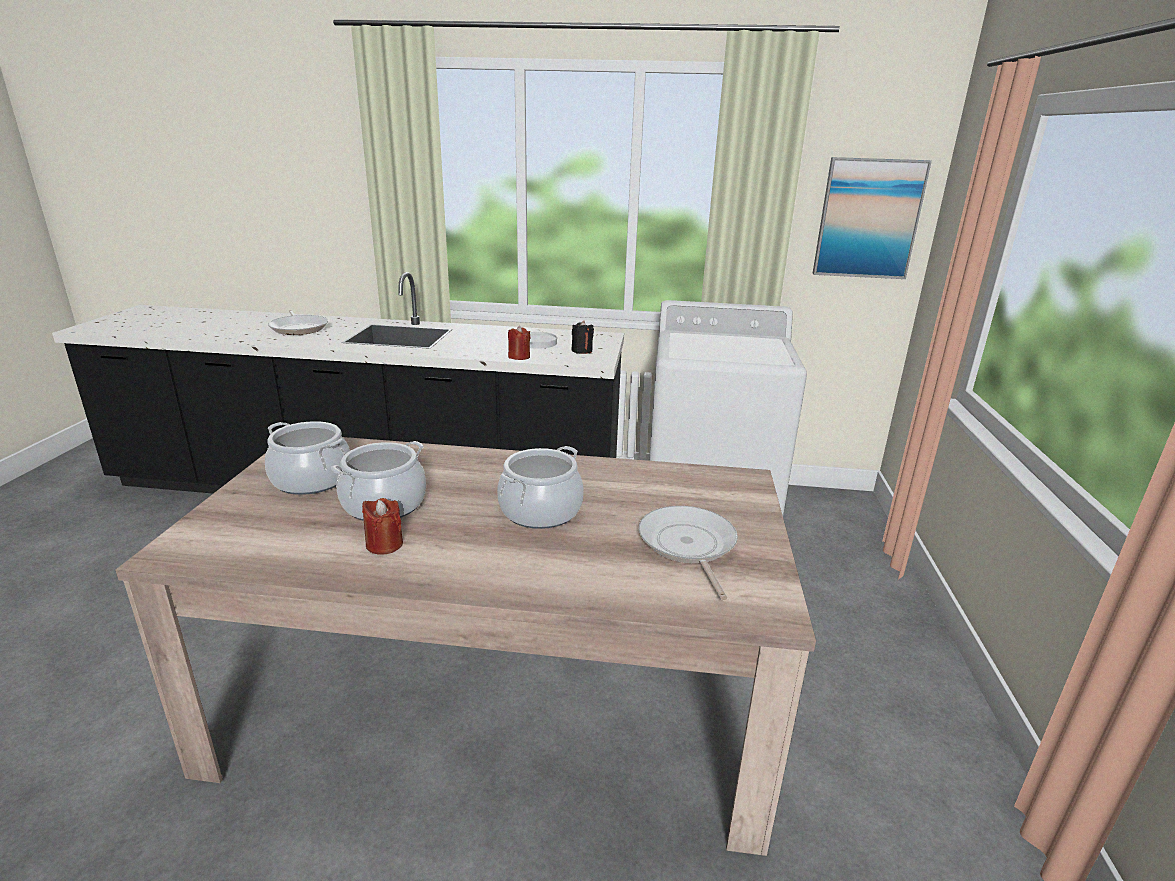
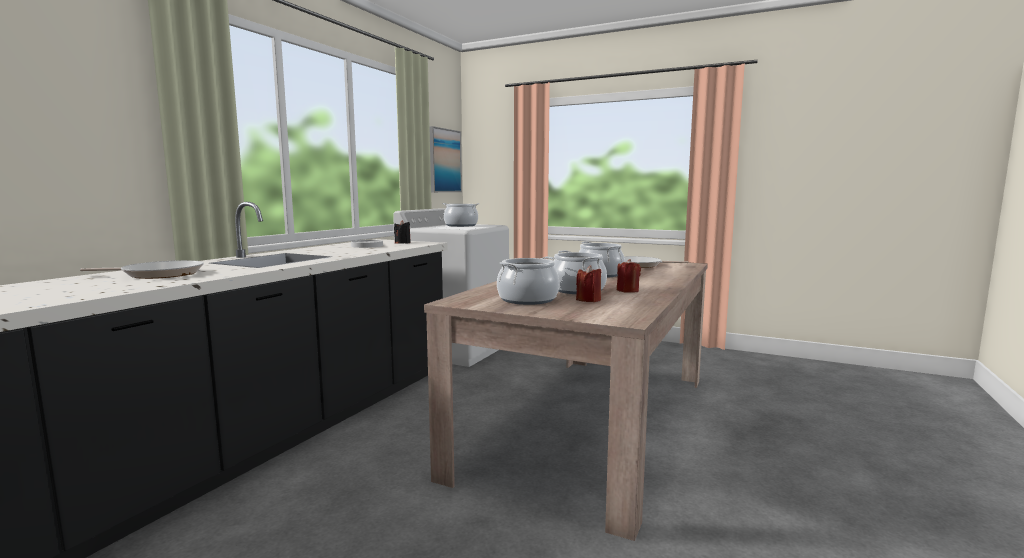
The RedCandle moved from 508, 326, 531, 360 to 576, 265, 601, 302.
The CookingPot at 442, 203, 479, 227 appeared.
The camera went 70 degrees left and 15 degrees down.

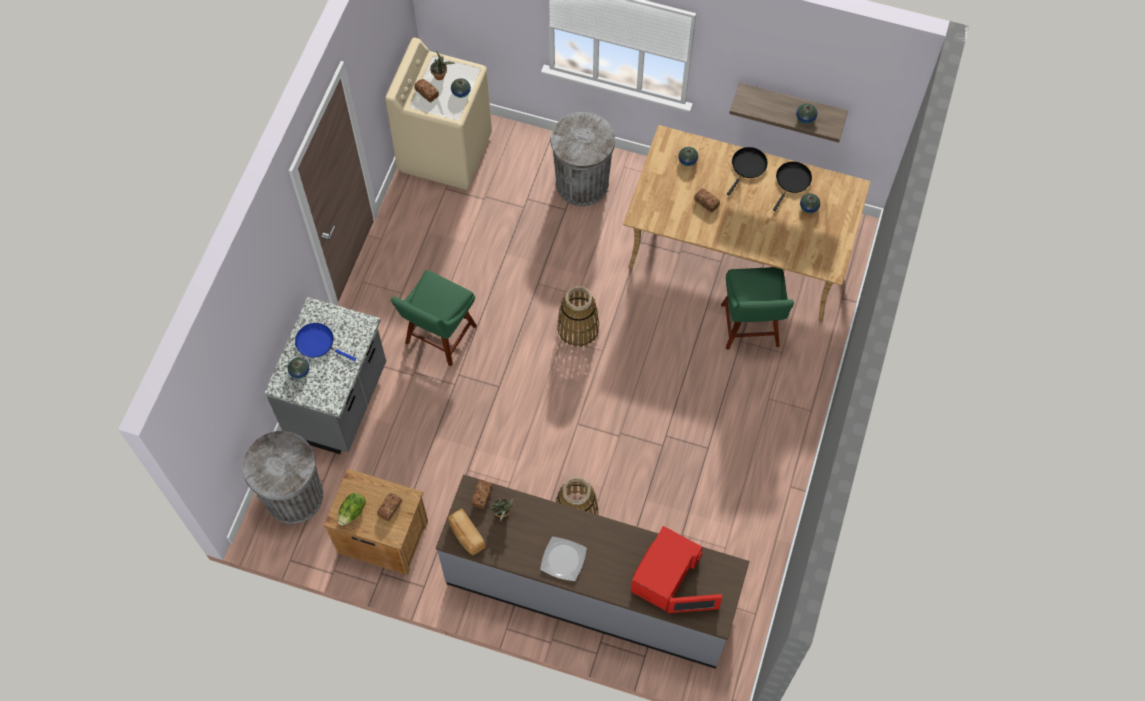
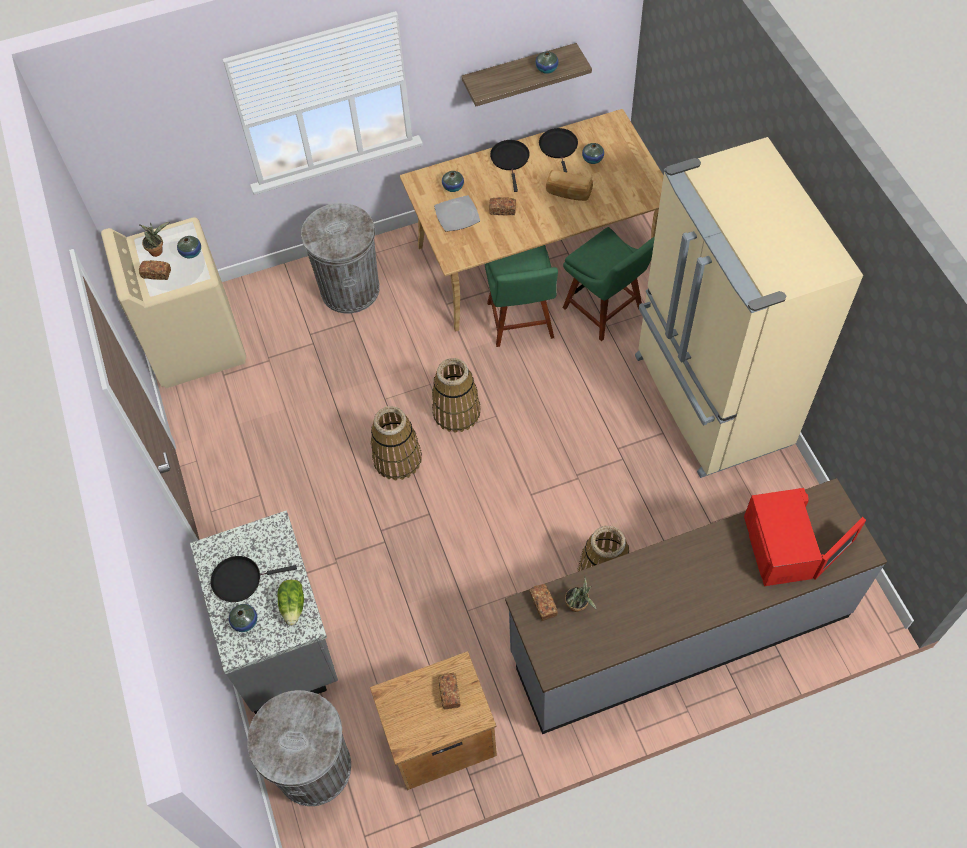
The BlueFryingPan at 295, 323, 356, 361 became the BlackFryingPan at 211, 556, 297, 602.
The Lettuce moved from 338, 493, 366, 526 to 277, 580, 304, 626.
The GreenChair moved from 391, 270, 477, 366 to 485, 245, 558, 347.
The Bread moved from 448, 509, 486, 555 to 546, 170, 593, 201.
The Plate moved from 540, 536, 587, 581 to 434, 195, 480, 232.
The Basket at 371, 406, 422, 480 appeared.
The BeigeFridge at 635, 137, 863, 478 appeared.
The camera went 35 degrees left and 5 degrees down.

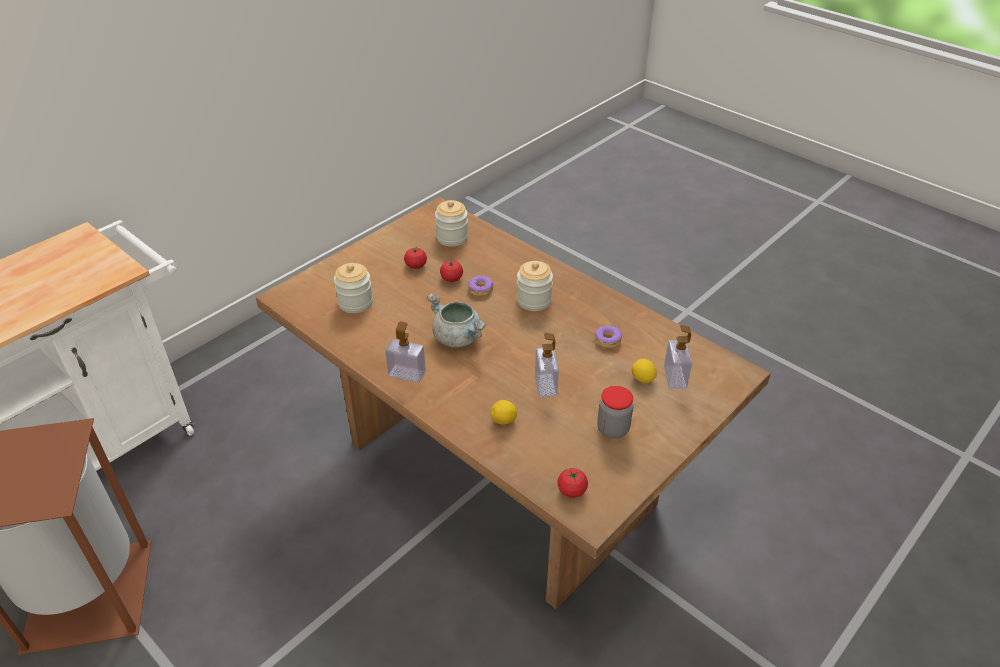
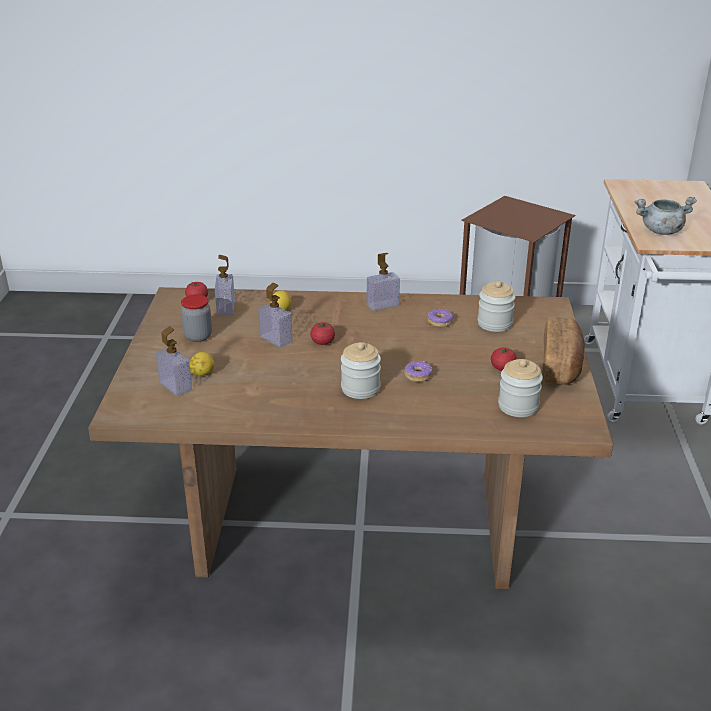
The GreyCookingPot moved from 427, 294, 487, 348 to 635, 197, 697, 235.
The Tomato moved from 440, 260, 463, 282 to 310, 322, 335, 345.
The Donut moved from 595, 325, 622, 348 to 428, 309, 453, 327.
The SoapDispenser at 215, 255, 235, 316 appeared.
The Bread at 542, 317, 585, 385 appeared.
The camera went 140 degrees right and 10 degrees down.

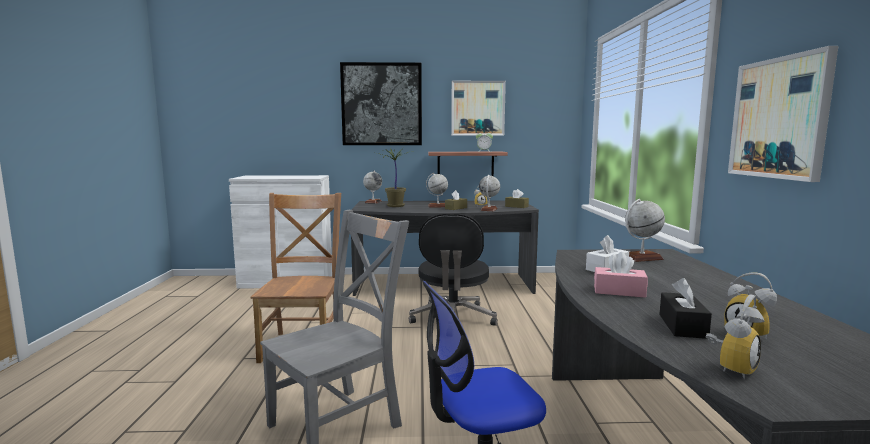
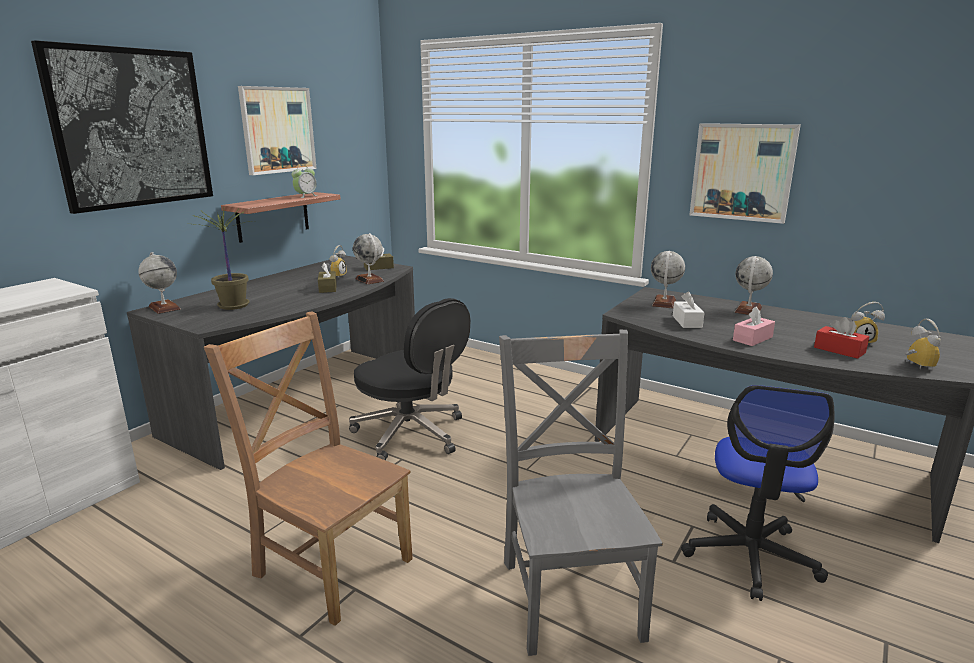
The Globe moved from 426, 173, 448, 208 to 734, 256, 773, 315.
The BlackTissueBox at 659, 278, 712, 339 became the RedTissueBox at 814, 317, 870, 359.
The camera went 55 degrees left and 10 degrees up.

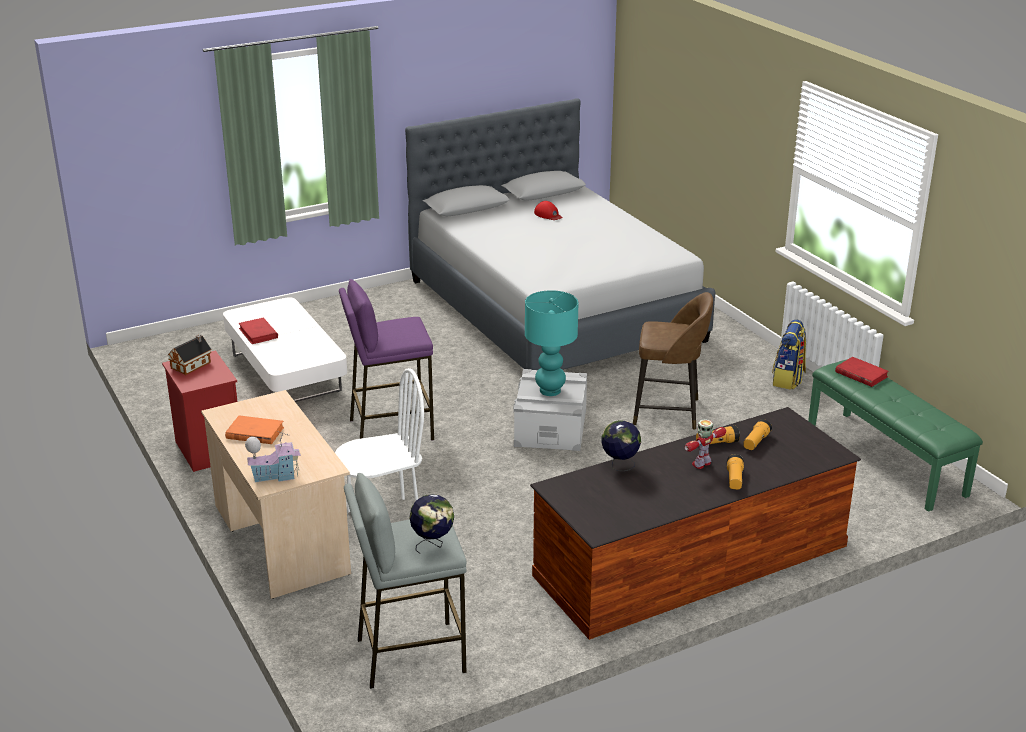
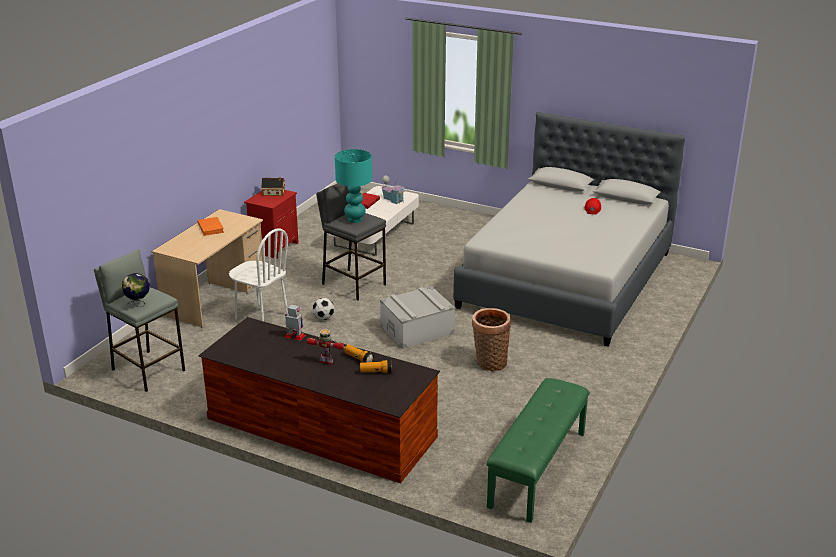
The ToyHouse moved from 245, 431, 301, 482 to 381, 175, 405, 204.
The PurpleStool at 339, 279, 434, 441 became the GreyStool at 316, 183, 386, 301.
The TurquoiseTableLamp moved from 525, 290, 578, 396 to 335, 149, 372, 223.
The Globe at 601, 420, 641, 471 was replaced by the ToyRobot at 285, 304, 305, 341.
The BrownStool at 633, 292, 713, 430 was replaced by the Basket at 472, 308, 511, 371.
The Flashlight at 727, 454, 744, 490 disappeared.
The Backpack at 772, 319, 806, 390 disappeared.
The RedBook at 835, 357, 889, 387 disappeared.
The Football at 312, 298, 335, 320 appeared.
The camera went 55 degrees right and 0 degrees up.

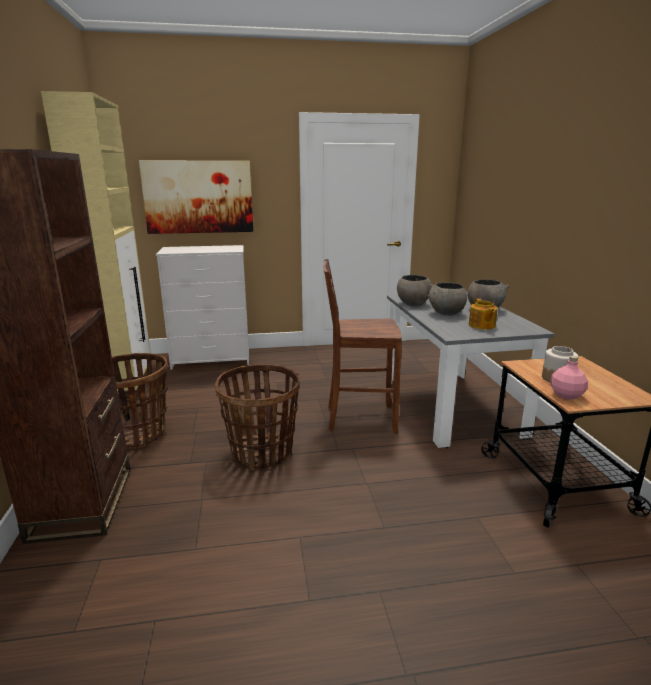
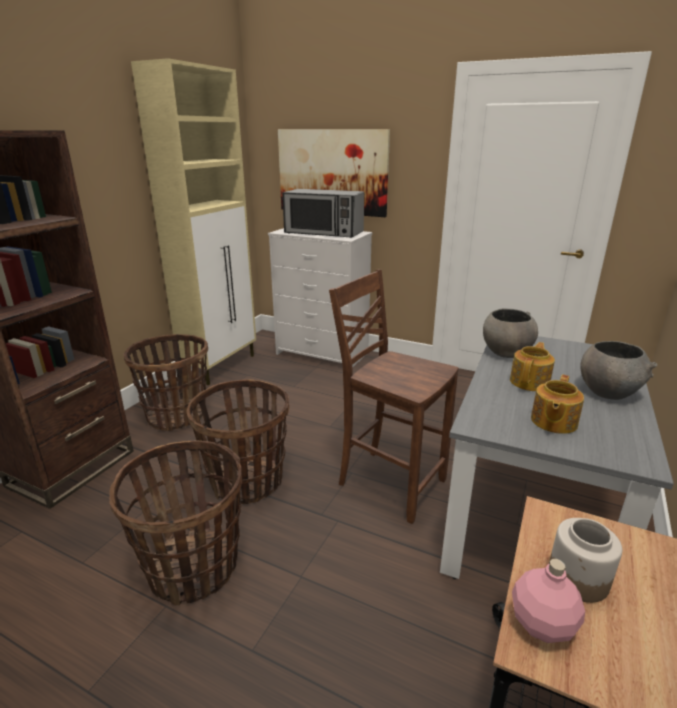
The GreyBowl at 427, 282, 467, 316 was replaced by the Teapot at 510, 342, 555, 391.
The Basket at 109, 441, 242, 606 appeared.
The Microwave at 282, 189, 364, 238 appeared.
The camera went 35 degrees right and 5 degrees up.

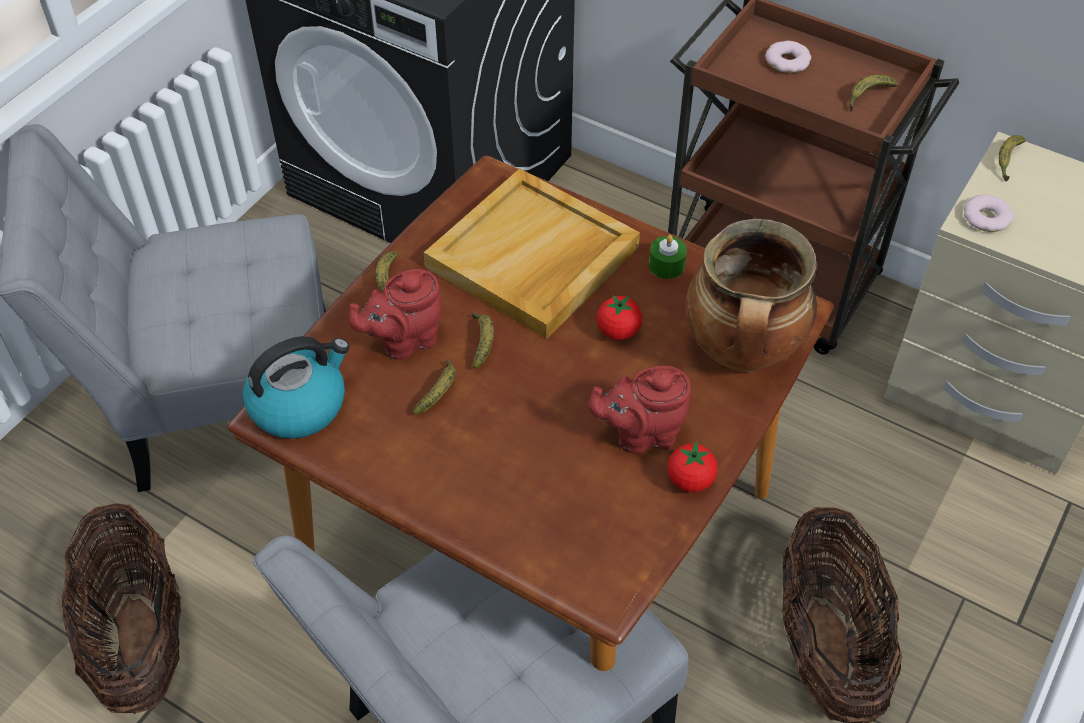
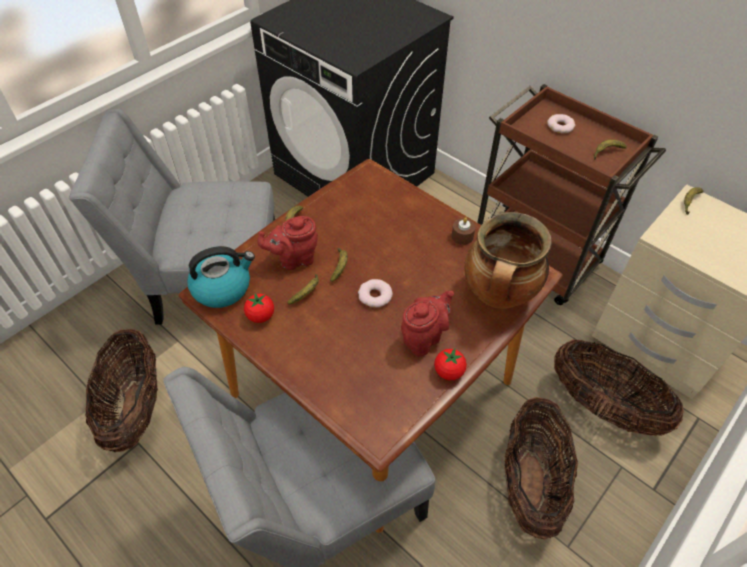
The BeigeTray at 424, 169, 640, 339 disappeared.
The RedTeapot at 588, 366, 691, 454 turned 135 degrees clockwise.
The Tomato moved from 597, 295, 642, 340 to 244, 293, 274, 323.
The GreenCandle at 649, 235, 687, 279 became the BrownCandle at 451, 217, 476, 245.
The Donut moved from 963, 195, 1014, 232 to 358, 279, 393, 308.
The Basket at 554, 339, 684, 436 appeared.
The camera went 10 degrees right and 0 degrees up.

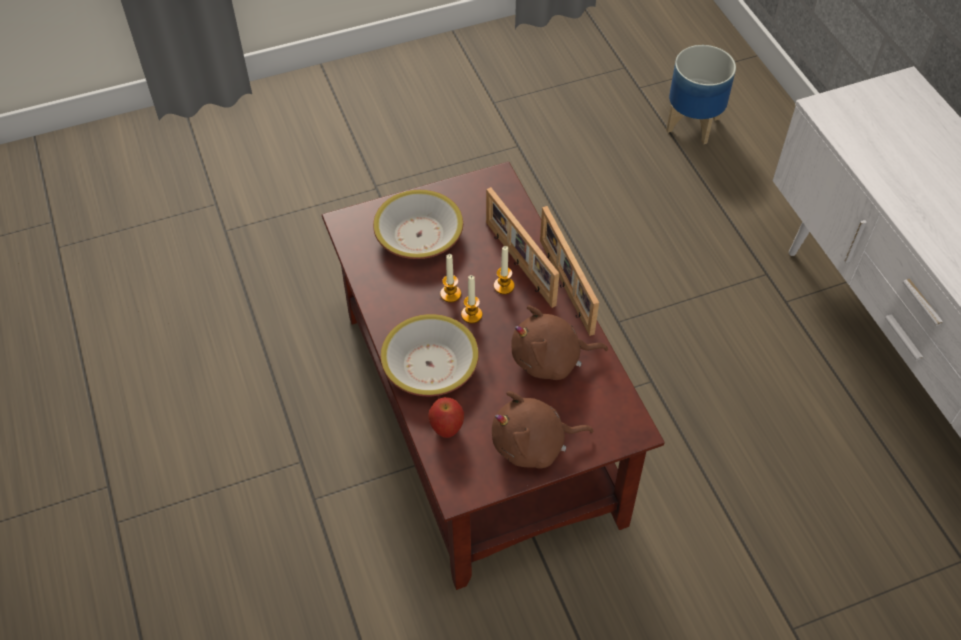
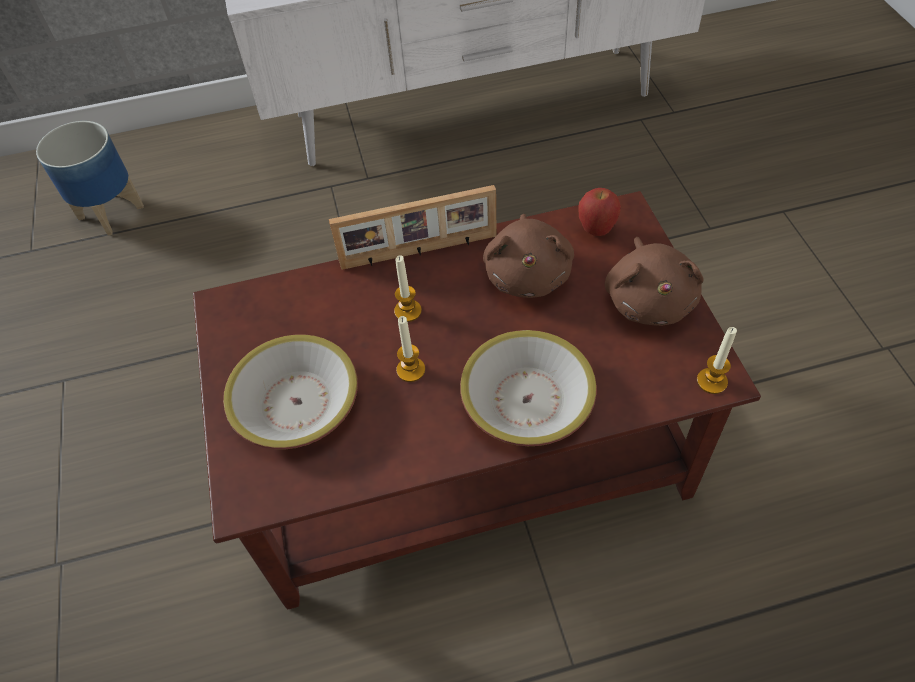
The Apple moved from 428, 397, 464, 438 to 578, 188, 621, 236.
The Candle moved from 461, 275, 482, 323 to 697, 327, 737, 394.
The PictureFrame at 486, 187, 559, 308 disappeared.
The camera went 80 degrees left and 0 degrees up.

